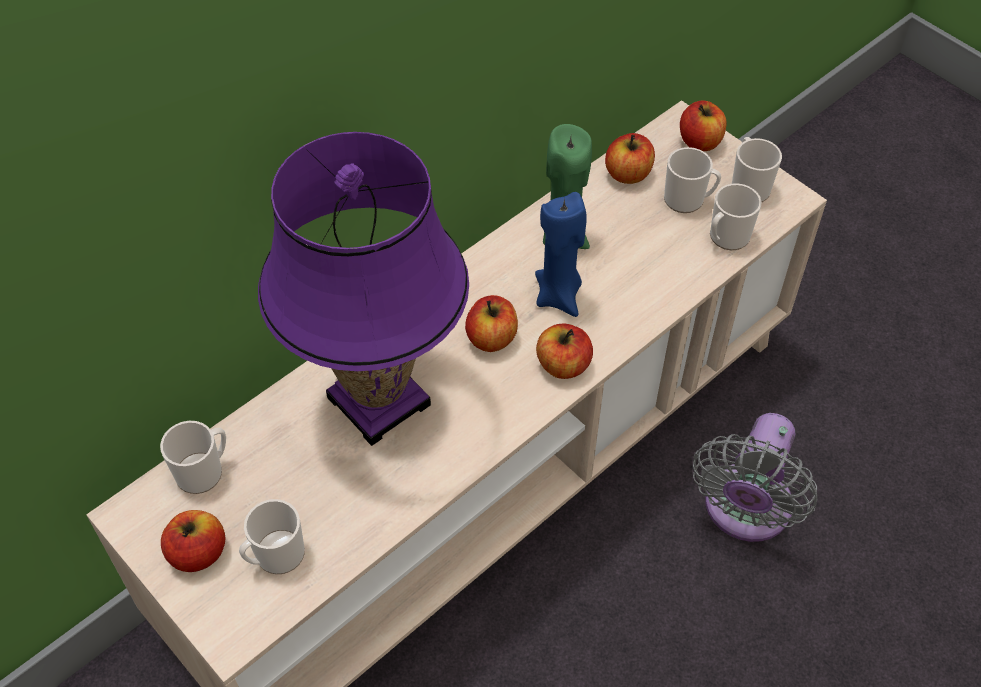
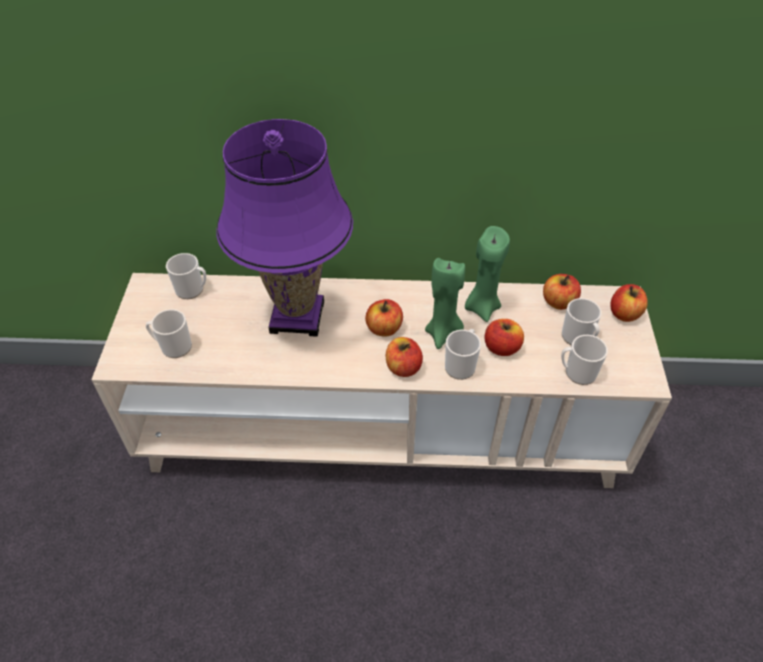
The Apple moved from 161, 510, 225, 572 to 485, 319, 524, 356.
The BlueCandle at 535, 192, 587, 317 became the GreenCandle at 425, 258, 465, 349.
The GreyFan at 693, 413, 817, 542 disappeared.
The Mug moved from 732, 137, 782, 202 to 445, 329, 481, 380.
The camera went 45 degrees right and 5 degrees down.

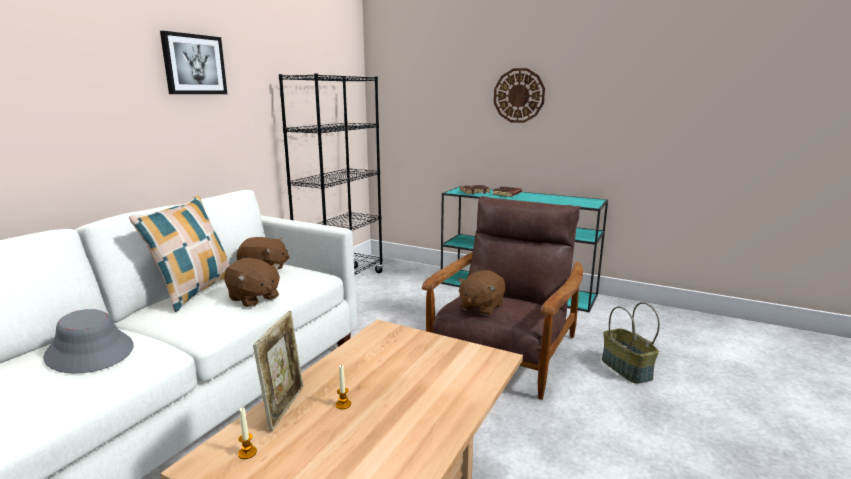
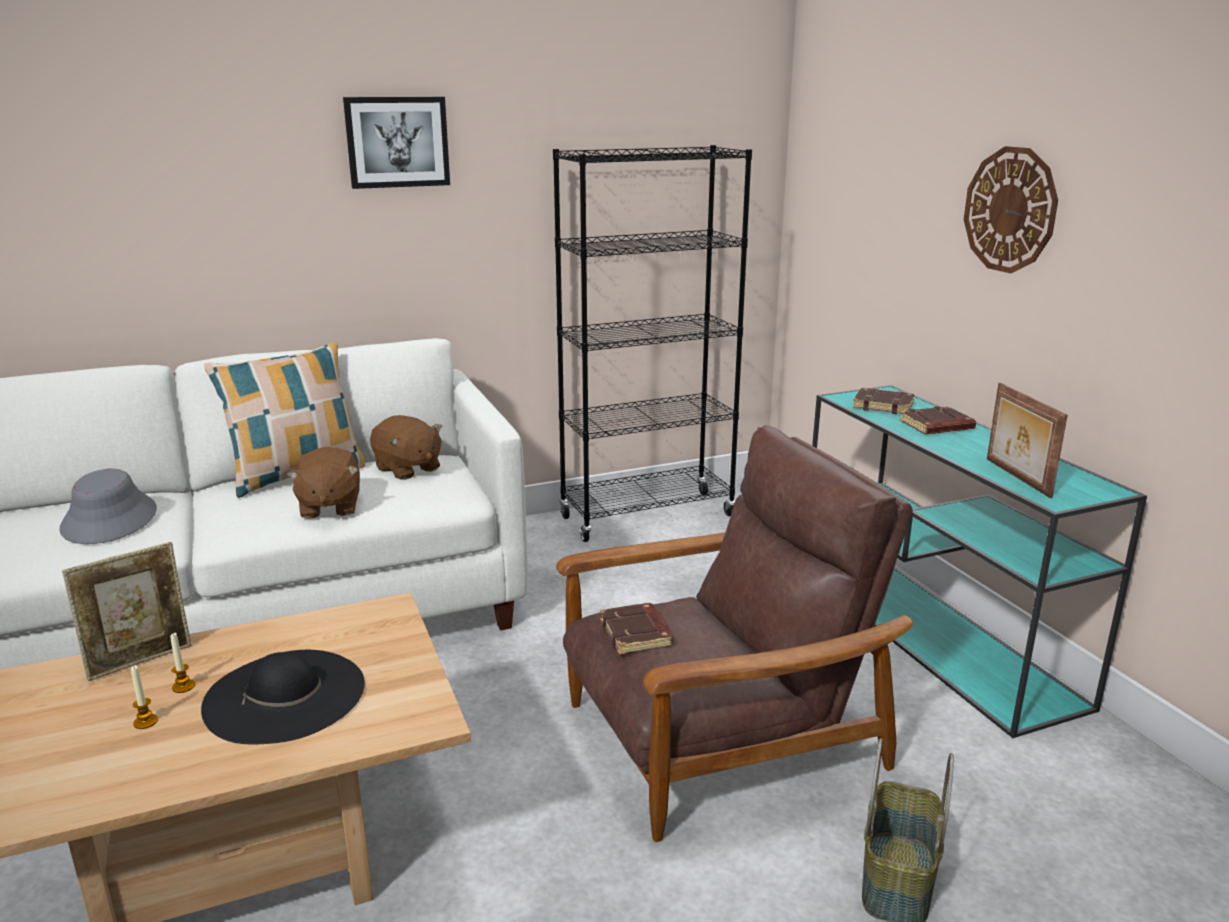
The Candle moved from 238, 408, 257, 459 to 131, 665, 158, 729.
The BrownPlushToy at 458, 270, 505, 316 was replaced by the BrownBook at 600, 603, 674, 655.
The BlackHat at 201, 650, 365, 745 appeared.
The PictureFrame at 987, 383, 1068, 498 appeared.
The camera went 40 degrees right and 5 degrees up.

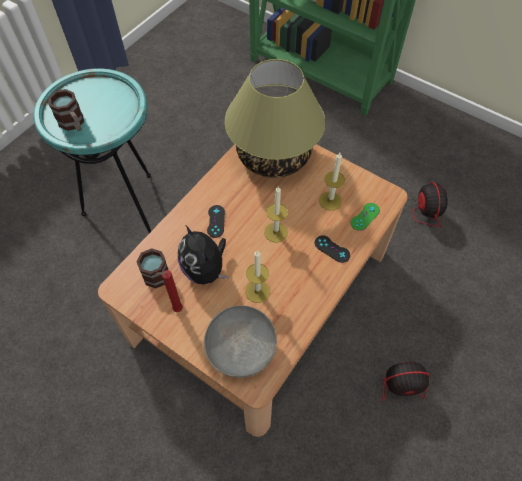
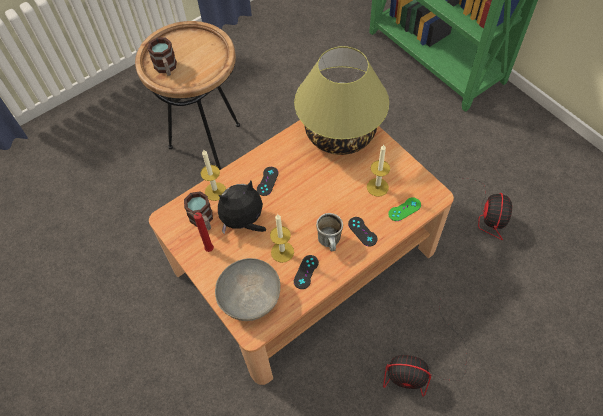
The TurquoiseSideTable at 33, 68, 151, 233 became the BrownSideTable at 135, 21, 240, 170.
The PlushToy at 178, 225, 228, 285 turned 75 degrees clockwise.
The Candle moved from 264, 186, 288, 243 to 200, 149, 226, 201.
The BlackGameController at 294, 255, 319, 289 appeared.
The Mug at 316, 213, 343, 251 appeared.
The camera went 20 degrees right and 0 degrees up.

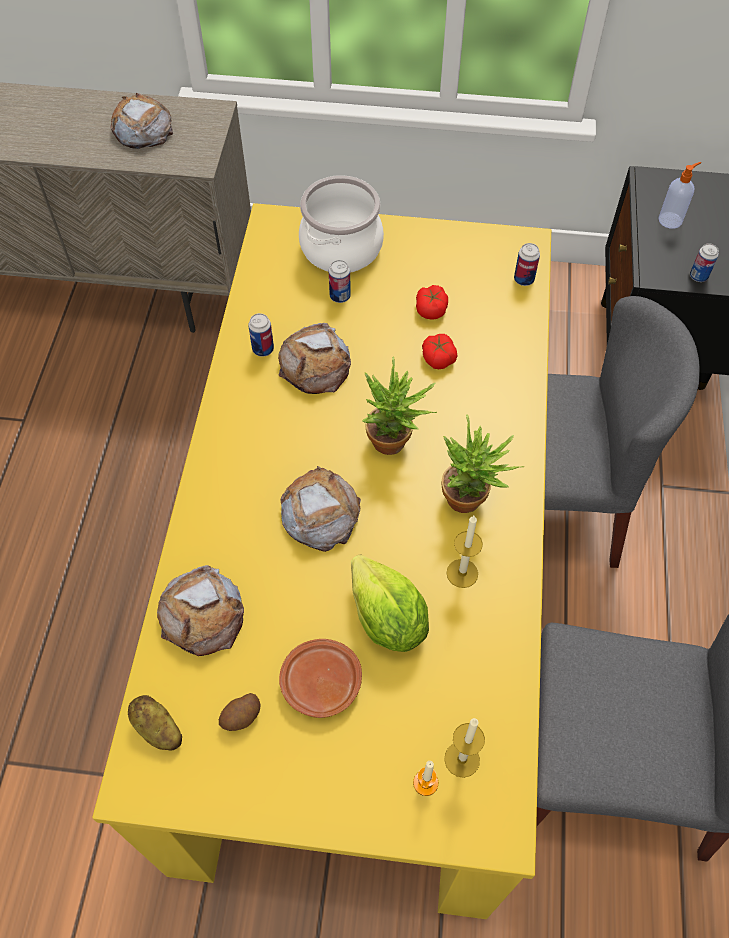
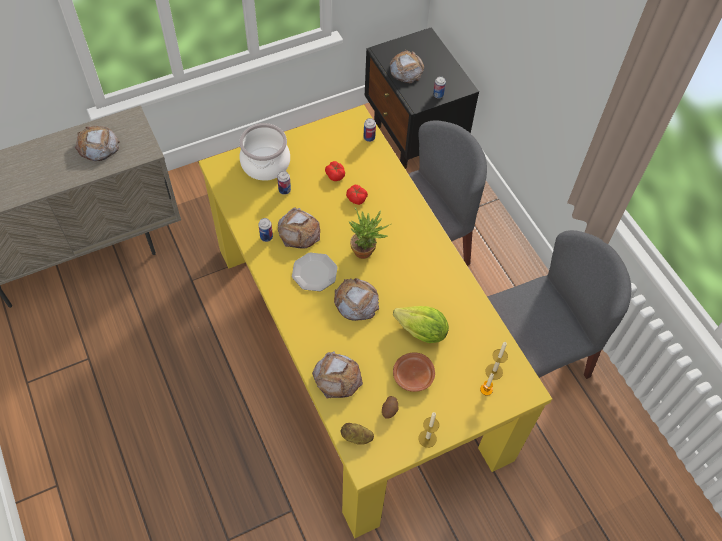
The PottedPlant at 442, 414, 524, 513 disappeared.
The Candle moved from 446, 516, 483, 588 to 418, 412, 439, 448.
The SoapDispenser at 658, 162, 701, 229 was replaced by the Bread at 390, 50, 424, 83.
The Plate at 292, 253, 337, 291 appeared.
The camera went 35 degrees left and 0 degrees up.

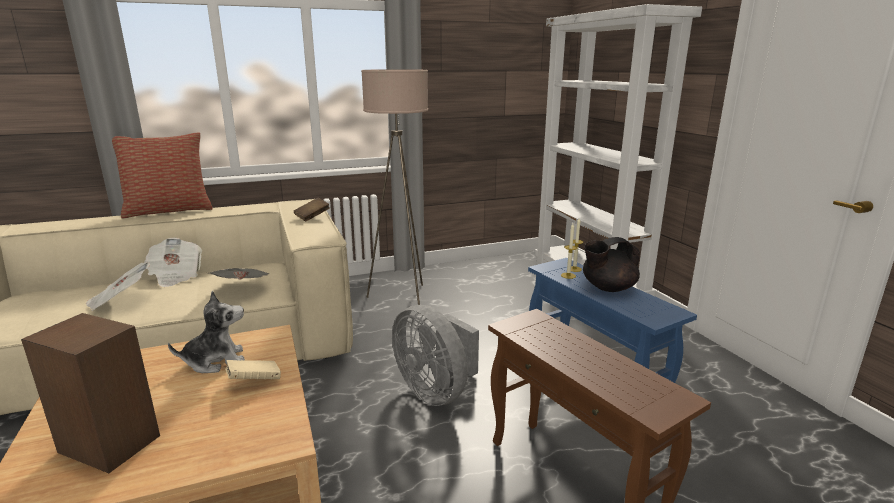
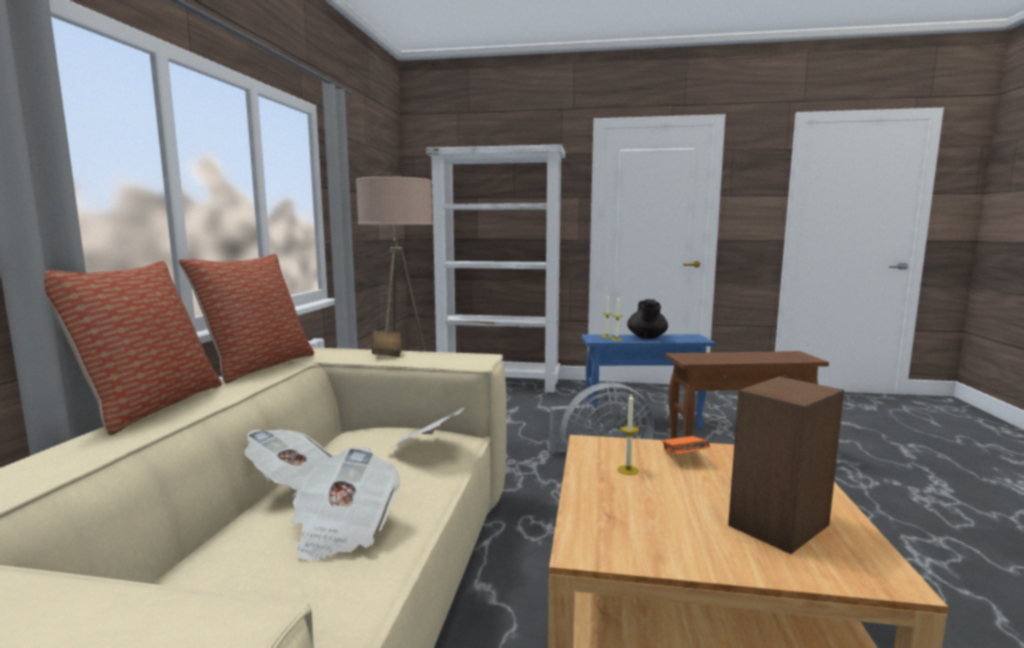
The PlushToy at 168, 291, 245, 373 was replaced by the Candle at 617, 394, 639, 475.
The BeigeBook at 225, 360, 281, 379 became the OrangeBook at 662, 436, 710, 455.
The Pillow at 179, 254, 314, 383 appeared.
The camera went 60 degrees left and 10 degrees down.

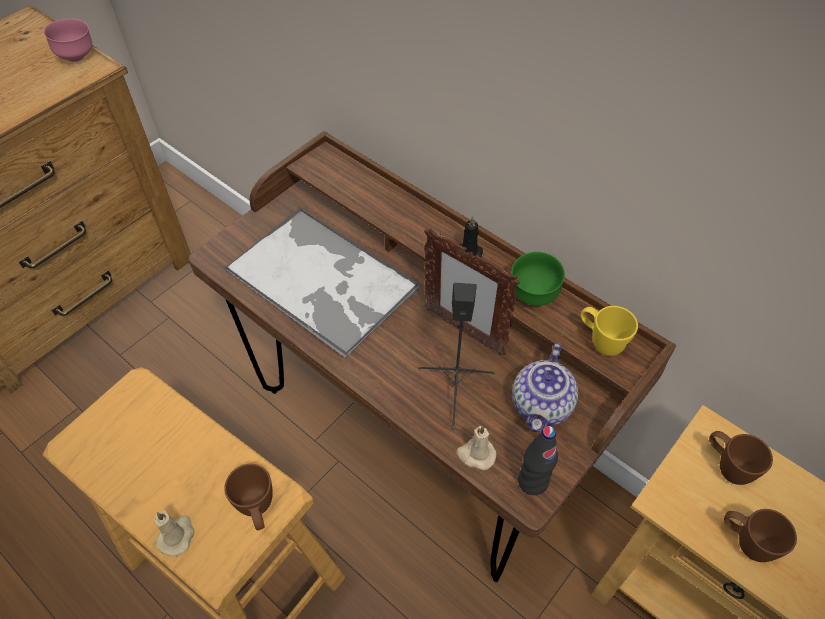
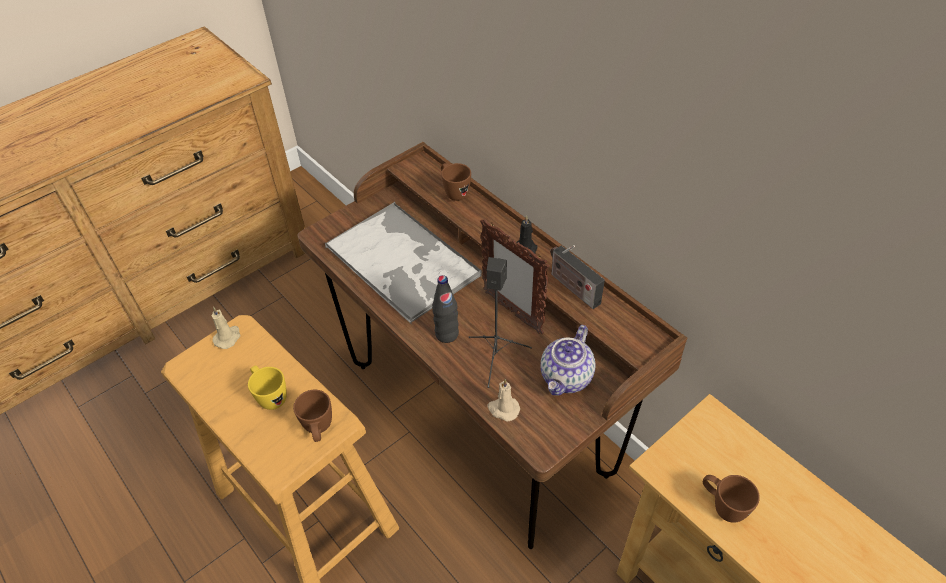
The PinkBowl at 44, 18, 92, 62 disappeared.
The BeigeCandle moved from 155, 510, 195, 557 to 212, 307, 240, 349.
The GreenBowl at 511, 252, 565, 306 was replaced by the Radio at 551, 245, 605, 309.
The BlackBottle moved from 518, 426, 558, 495 to 432, 275, 459, 343.
The YellowMug moved from 581, 306, 638, 356 to 248, 365, 287, 410.
The BrownMug moved from 709, 431, 773, 485 to 441, 163, 471, 201.
The camera went 10 degrees right and 5 degrees down.

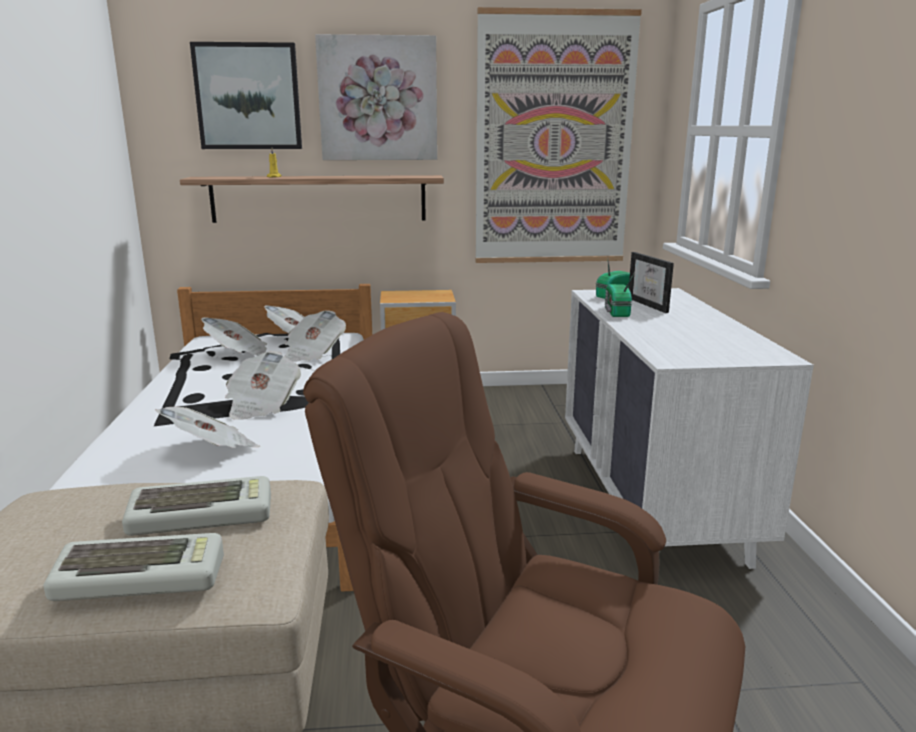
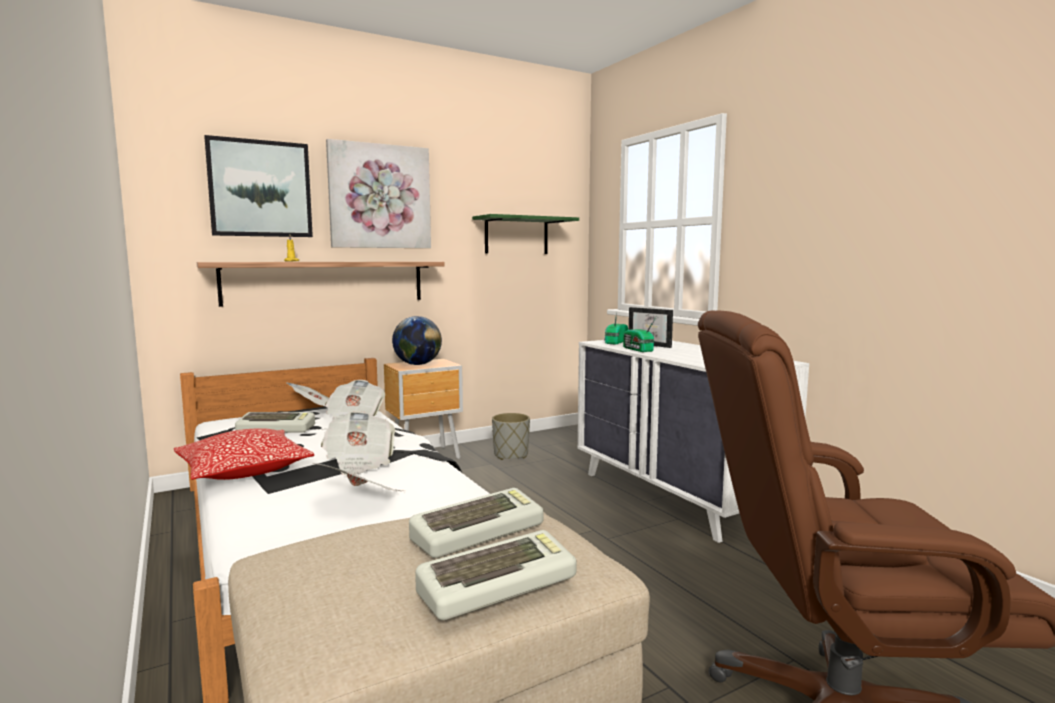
The Newspaper at 201, 317, 267, 356 was replaced by the Keyboard at 235, 412, 315, 432.
The Picture at 476, 7, 642, 263 was replaced by the GreenShelf at 472, 214, 579, 254.
The Pillow at 174, 428, 314, 480 appeared.
The Globe at 392, 316, 442, 365 appeared.
The GreyPlanter at 492, 413, 530, 460 appeared.
The camera went 25 degrees left and 10 degrees down.

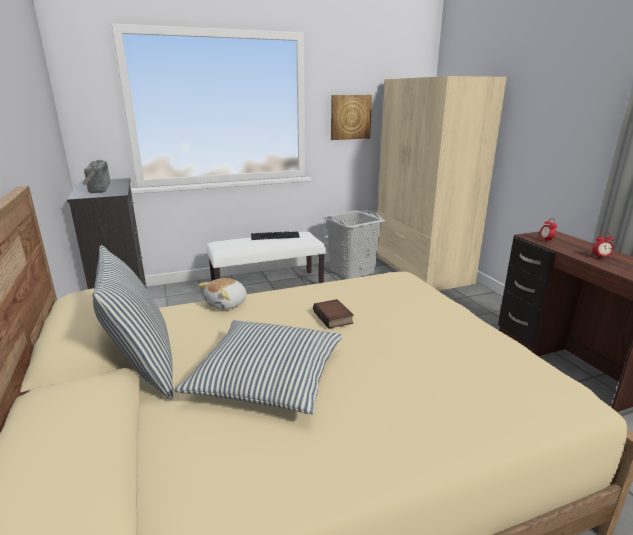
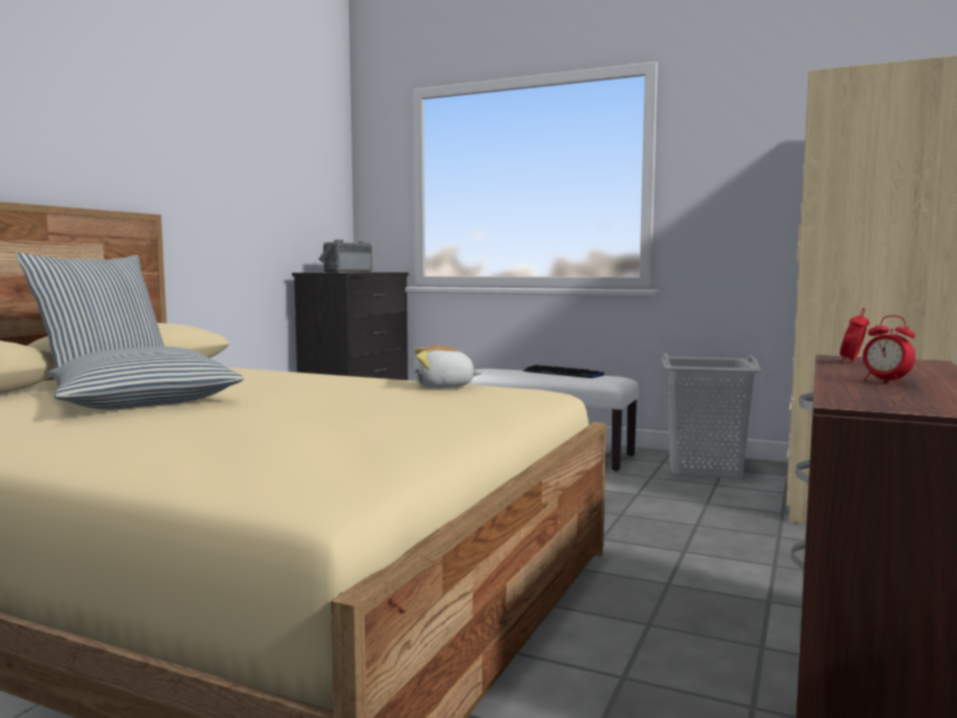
The PlushToy moved from 198, 278, 247, 310 to 414, 345, 482, 388.
The Book at 313, 299, 354, 329 disappeared.
The Picture at 331, 95, 372, 140 disappeared.
The camera went 45 degrees right and 15 degrees down.

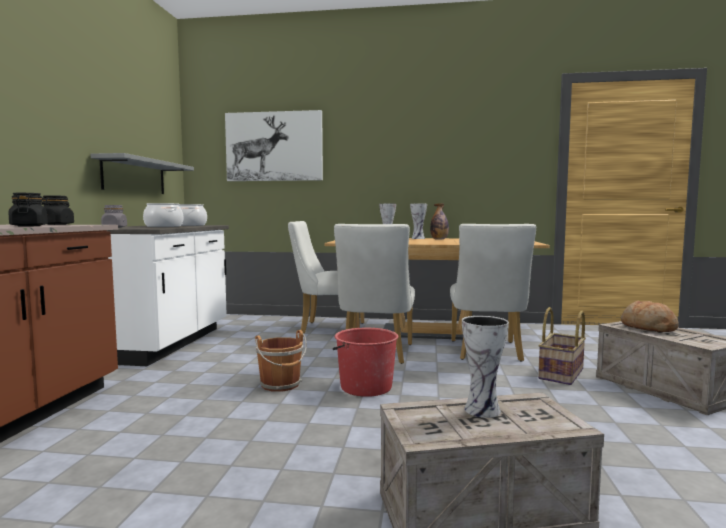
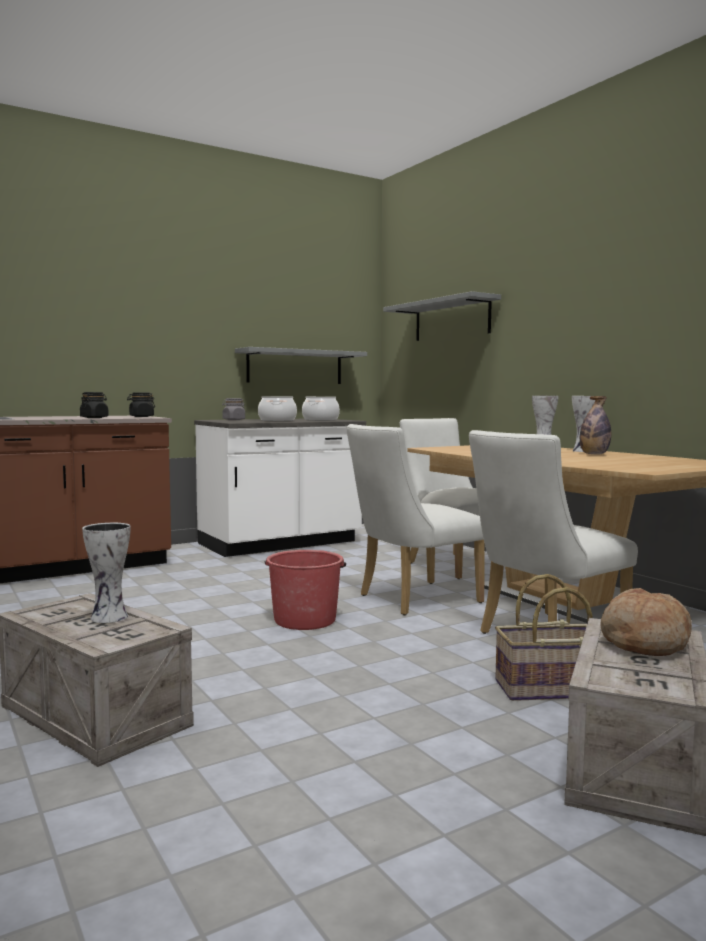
The Picture at 225, 110, 323, 181 was replaced by the GreyShelf at 383, 291, 501, 341.
The BrownBucket at 255, 330, 307, 392 disappeared.
The camera went 50 degrees right and 0 degrees up.

